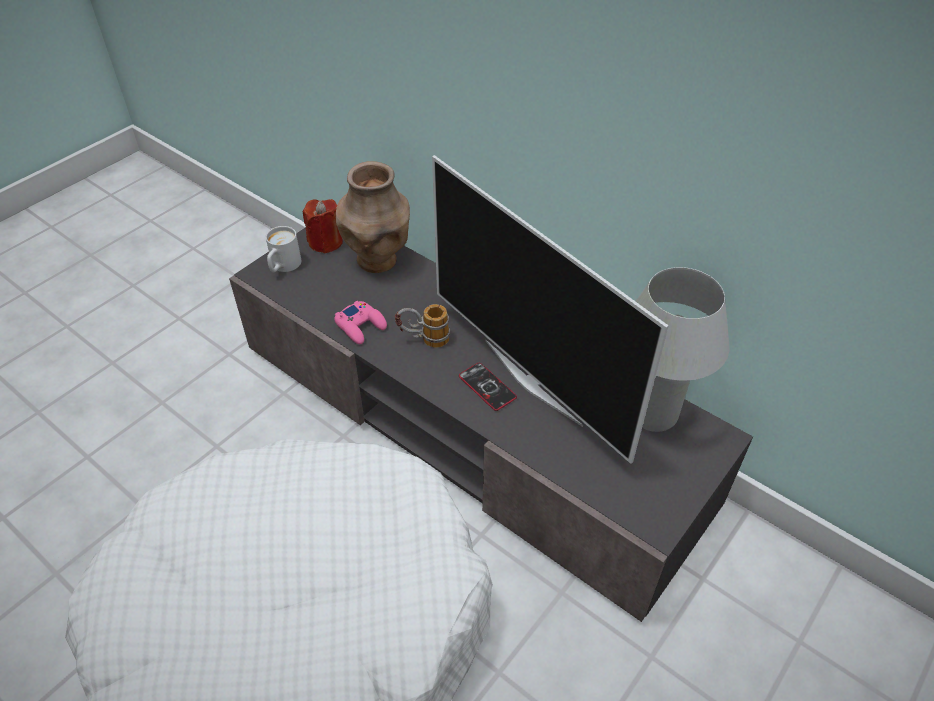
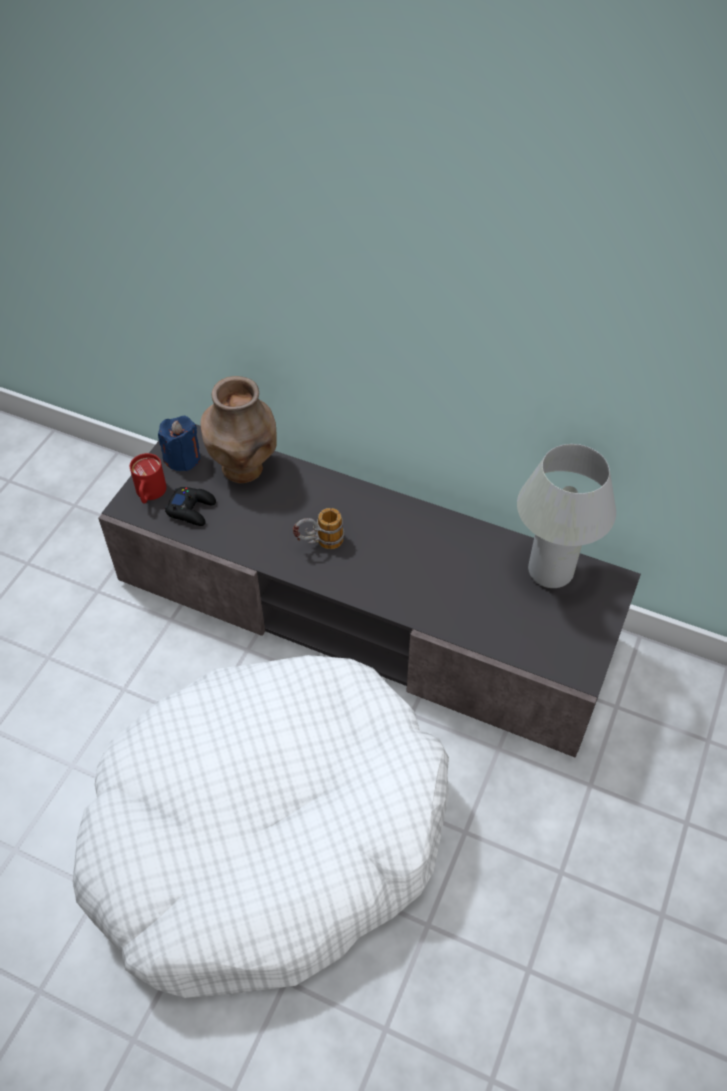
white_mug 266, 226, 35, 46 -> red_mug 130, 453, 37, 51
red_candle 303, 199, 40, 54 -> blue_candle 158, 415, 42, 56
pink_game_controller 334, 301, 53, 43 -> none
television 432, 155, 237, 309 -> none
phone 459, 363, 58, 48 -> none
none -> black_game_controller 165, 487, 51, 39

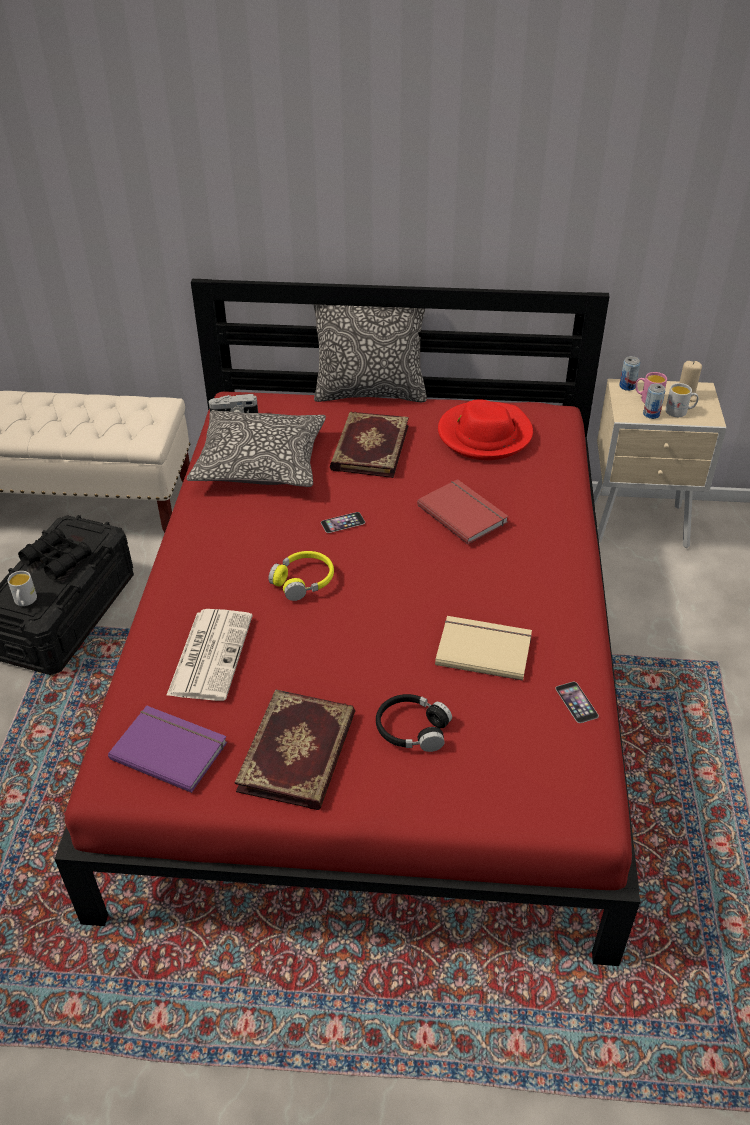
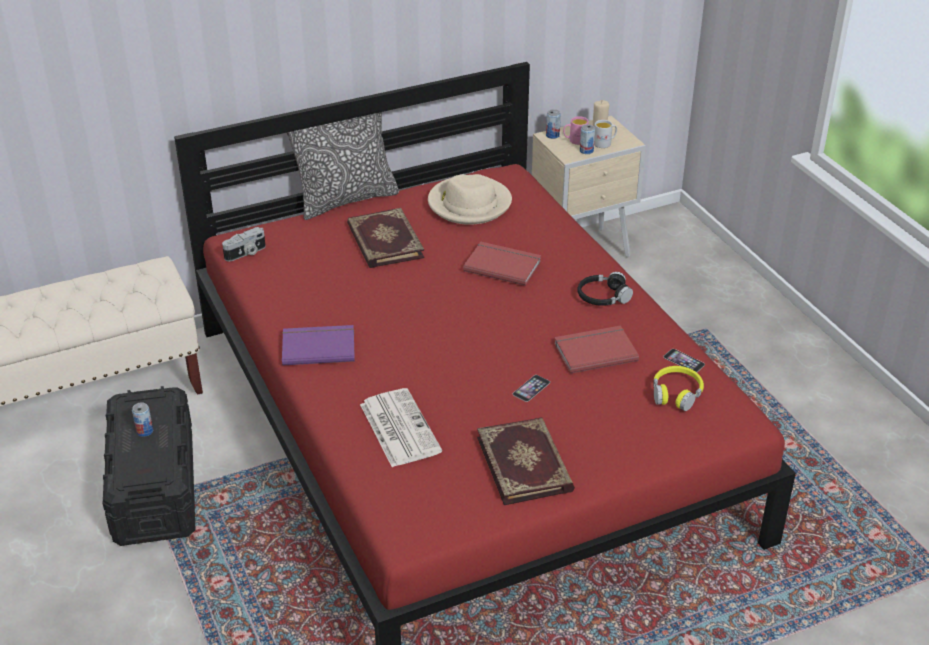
white_mug 7, 571, 30, 35 -> none
black_binoculars 18, 528, 74, 52 -> can 132, 403, 21, 34
purple_book 108, 706, 119, 87 -> purple_book 282, 325, 73, 40, moved
pillow 186, 410, 140, 77 -> none
yellow_headphones 269, 551, 65, 50 -> yellow_headphones 653, 366, 51, 45, moved
phone 321, 512, 44, 21 -> phone 513, 375, 37, 27, moved
black_headphones 376, 694, 76, 58 -> black_headphones 577, 272, 56, 34, moved
beige_book 435, 616, 97, 65 -> red_book 554, 325, 85, 48
red_hat 438, 399, 95, 61 -> beige_hat 428, 174, 84, 51

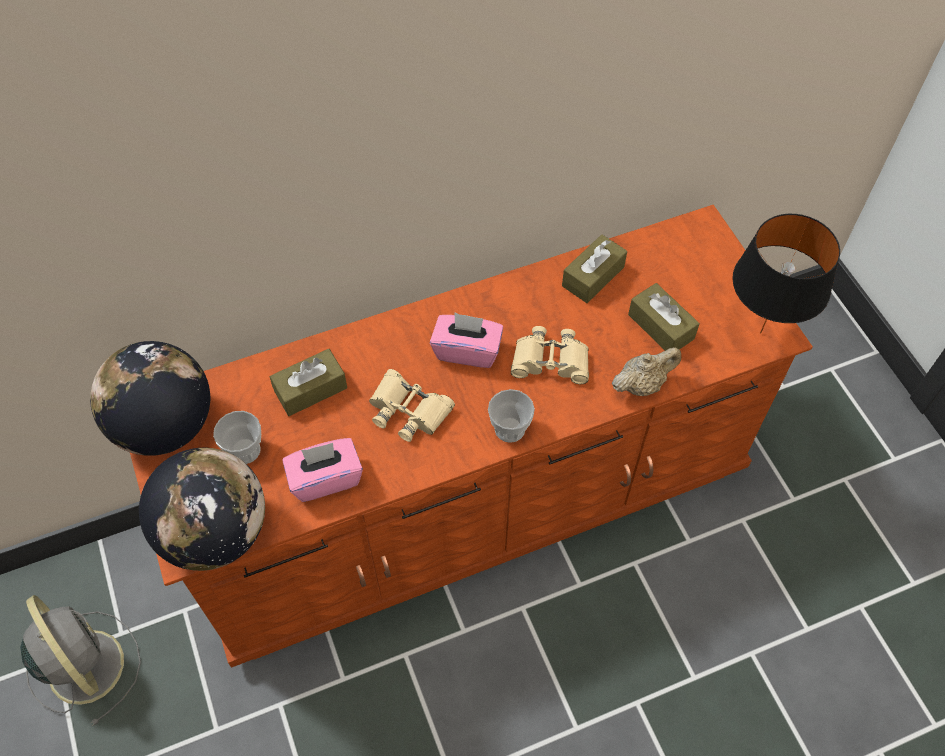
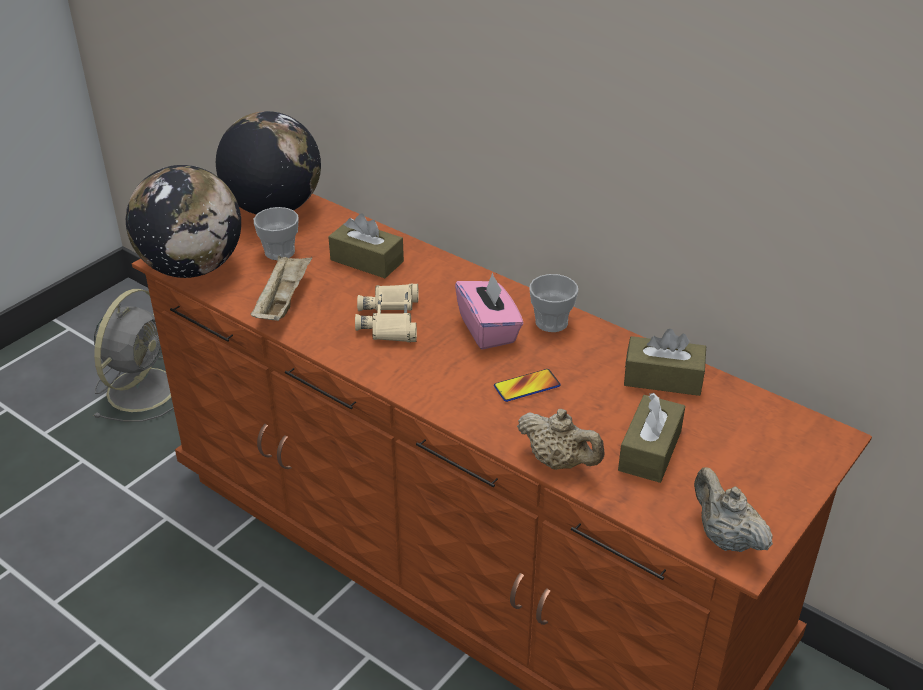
pink_tissue_box 282, 438, 81, 64 -> beige_tray 250, 255, 62, 66
cup 488, 389, 47, 54 -> cup 530, 274, 48, 58, moved
beige_binoculars 511, 326, 78, 58 -> phone 494, 369, 67, 33
black_table_lamp 732, 214, 108, 120 -> beige_teapot 694, 467, 79, 85

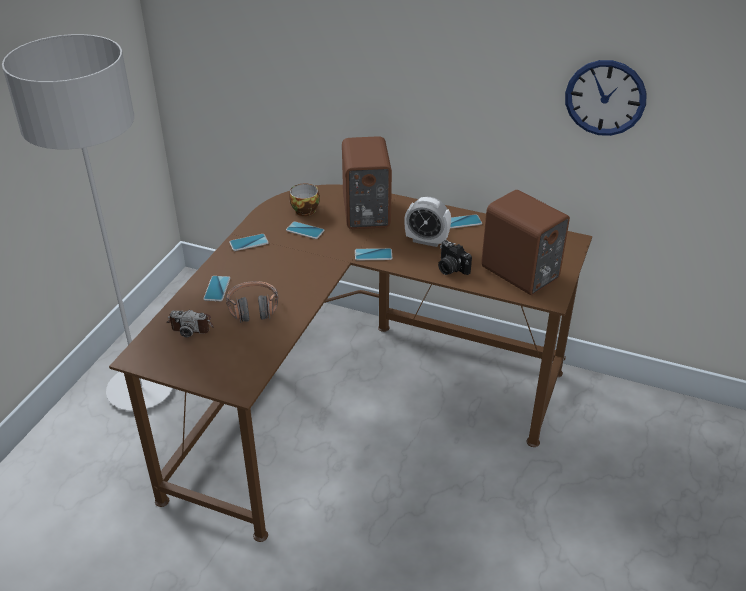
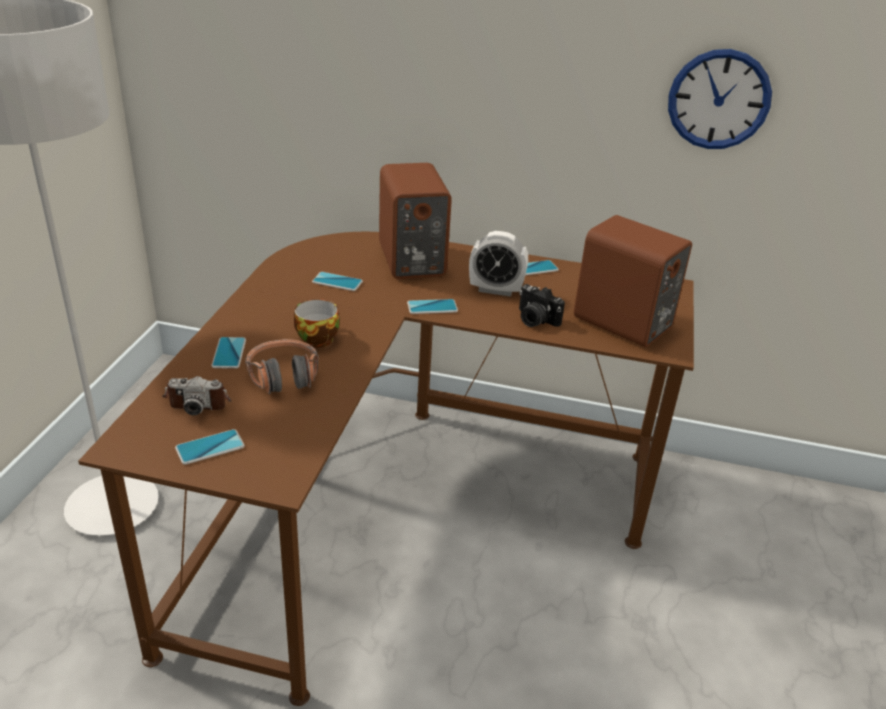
phone 229, 234, 40, 17 -> phone 175, 429, 70, 36, moved
cup 289, 184, 31, 32 -> cup 294, 299, 46, 49, moved

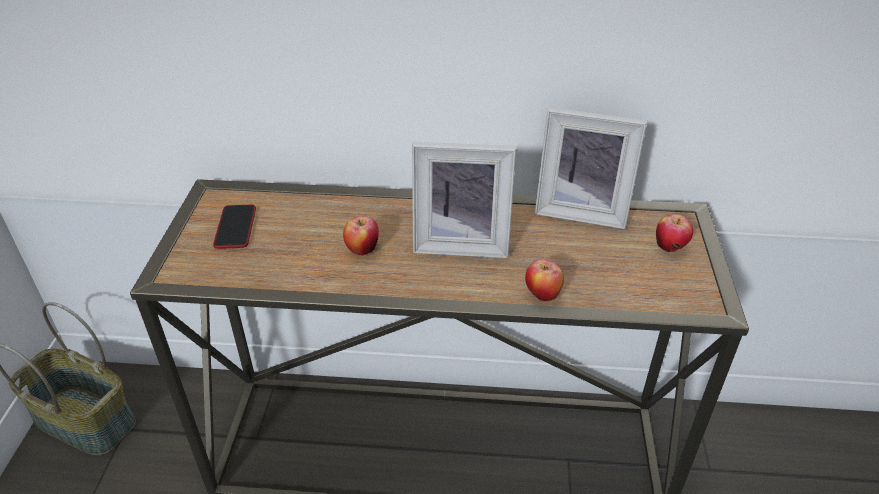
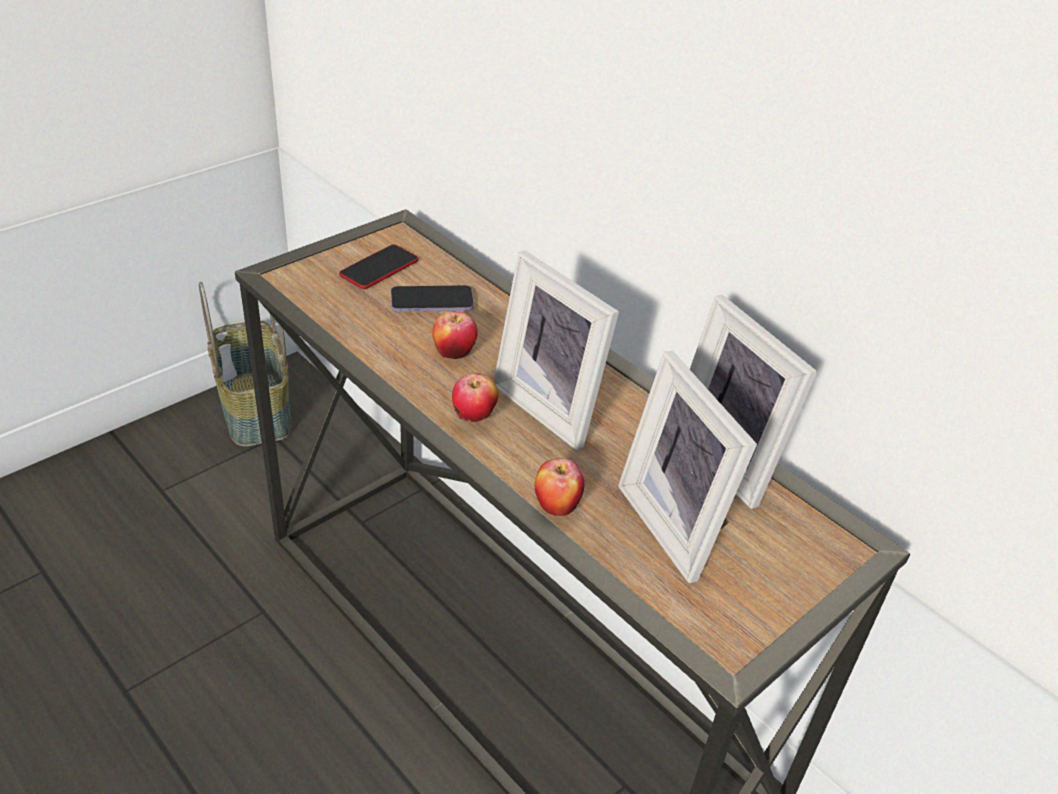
apple 656, 214, 37, 38 -> apple 452, 373, 46, 49, moved
none -> phone 391, 285, 83, 27
none -> picture_frame 618, 351, 139, 232

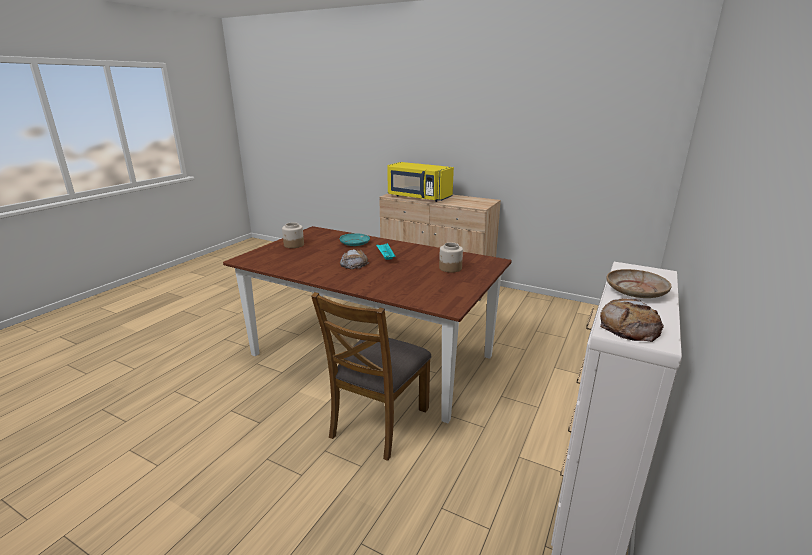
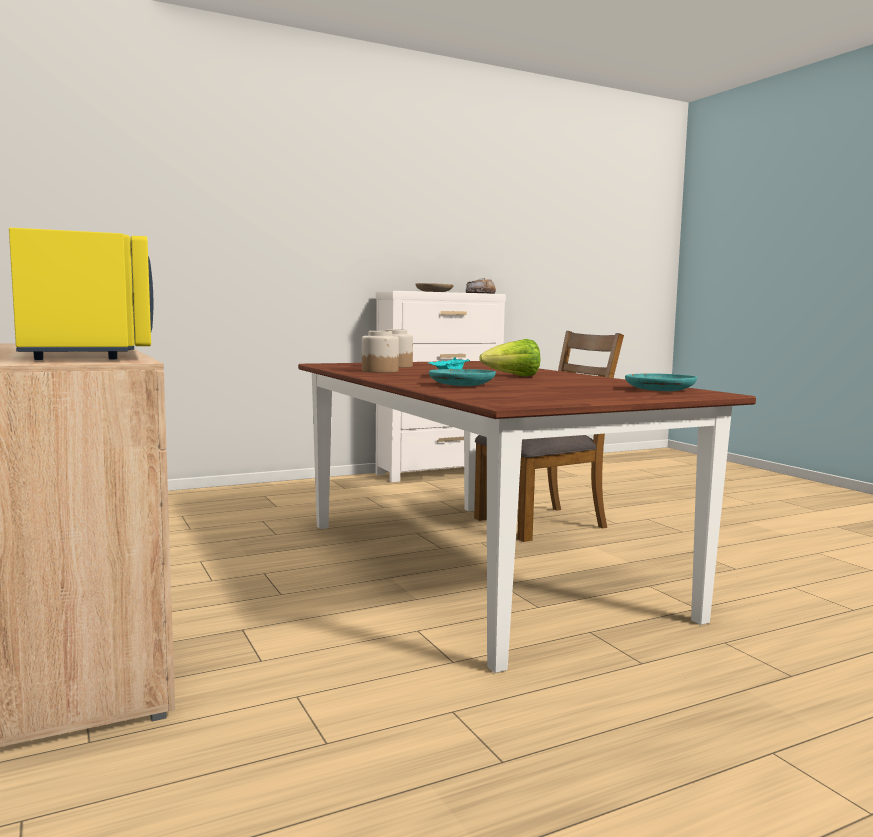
jar 282, 222, 22, 26 -> jar 362, 331, 37, 42, moved
bread 340, 249, 29, 20 -> lettuce 479, 339, 61, 38
none -> turquoise_plate 625, 373, 72, 18

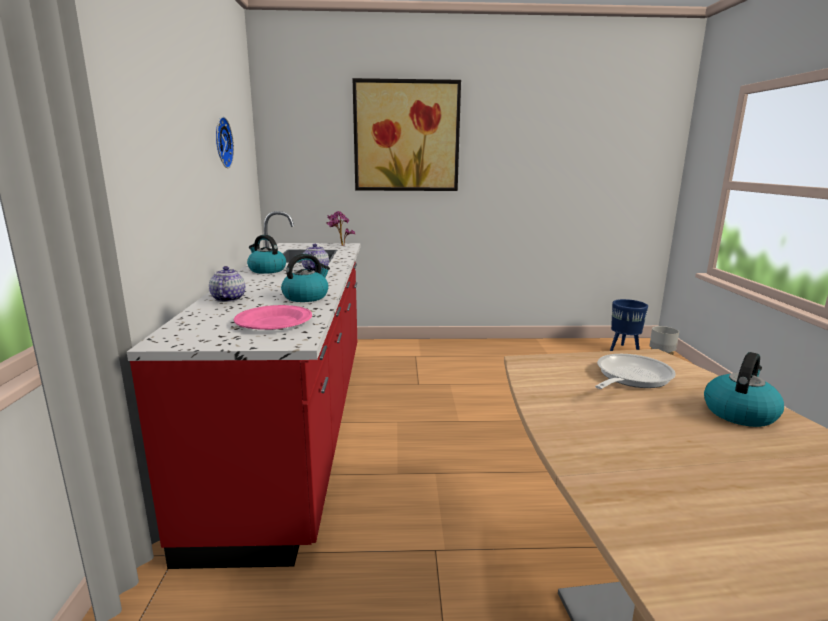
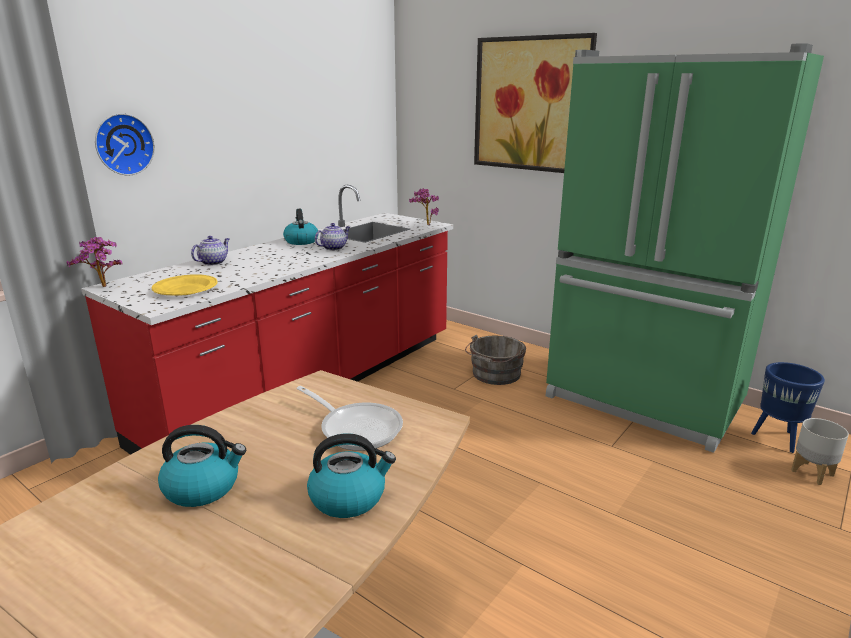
wall_clock 216, 117, 18, 51 -> wall_clock 95, 113, 60, 62, moved
pink_plate 234, 305, 78, 25 -> yellow_plate 152, 274, 66, 22
kettle 281, 254, 49, 48 -> kettle 158, 425, 88, 82, moved
frying_pan 595, 354, 81, 35 -> frying_pan 297, 386, 106, 65, 45 degrees clockwise
none -> potted_plant 67, 237, 56, 50
none -> grey_bucket 465, 334, 61, 51
none -> green_fridge 546, 43, 278, 410

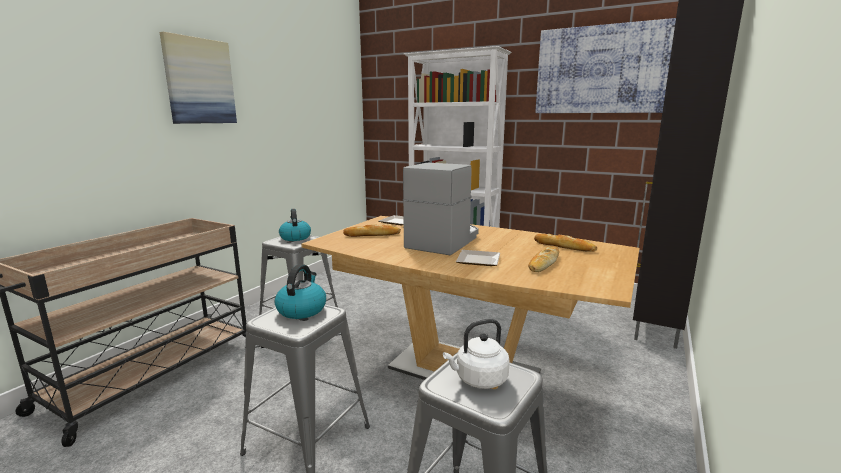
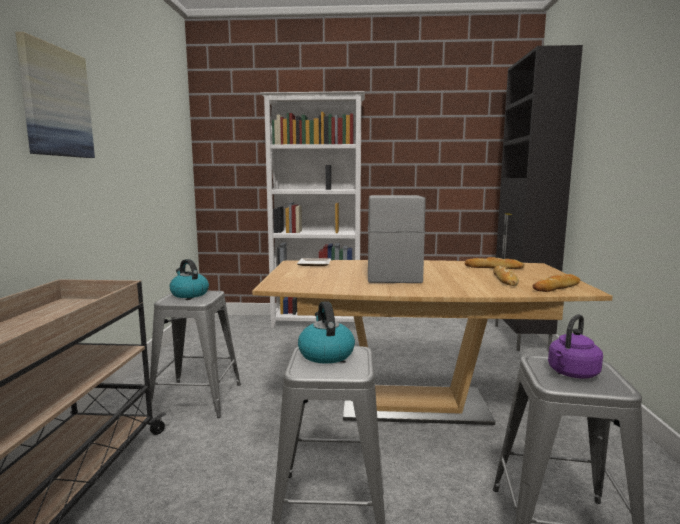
bread 343, 225, 58, 12 -> bread 533, 274, 47, 18, moved
white_kettle 443, 319, 67, 70 -> purple_kettle 548, 314, 55, 65
plate 456, 250, 44, 16 -> none
picture 535, 18, 141, 95 -> none

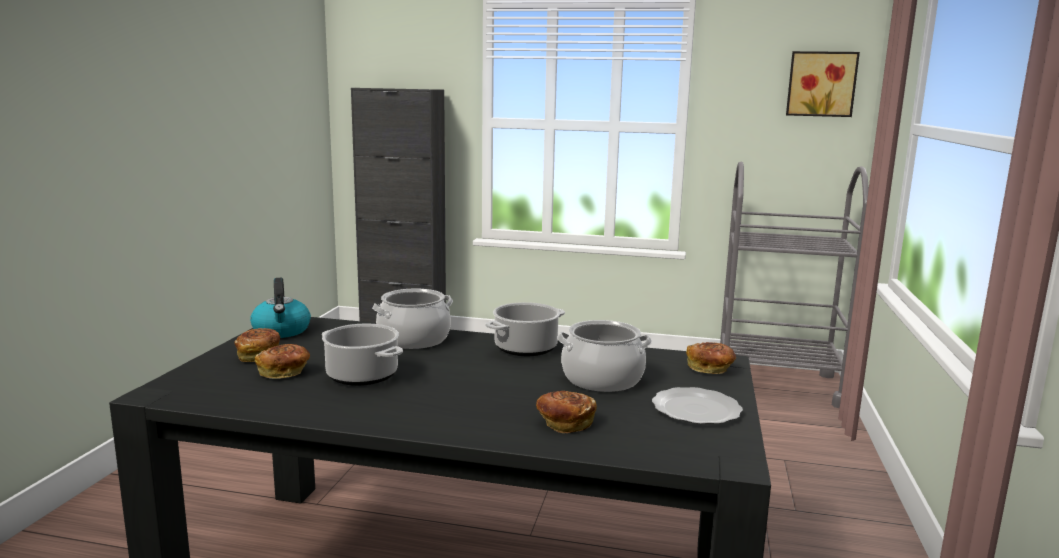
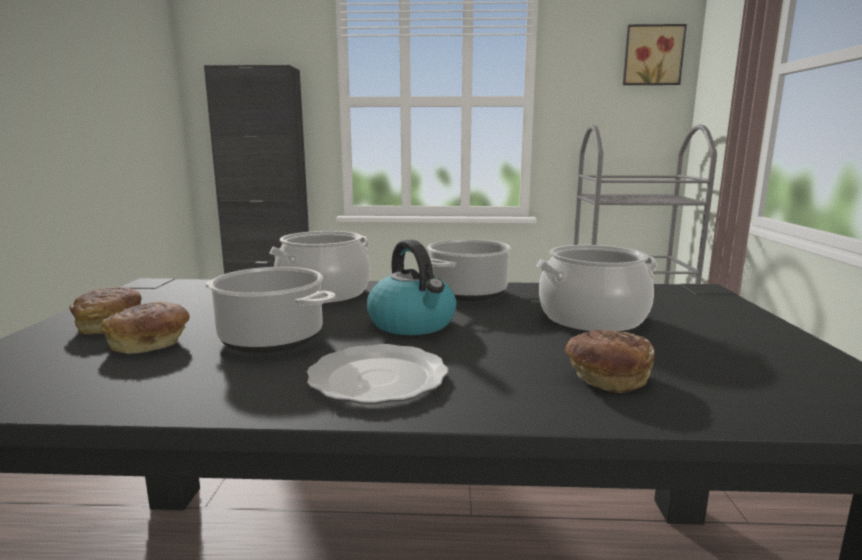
kettle 250, 278, 61, 60 -> kettle 367, 239, 89, 96, moved
plate 652, 387, 91, 37 -> plate 307, 344, 141, 60, moved
bread 686, 342, 50, 32 -> none

